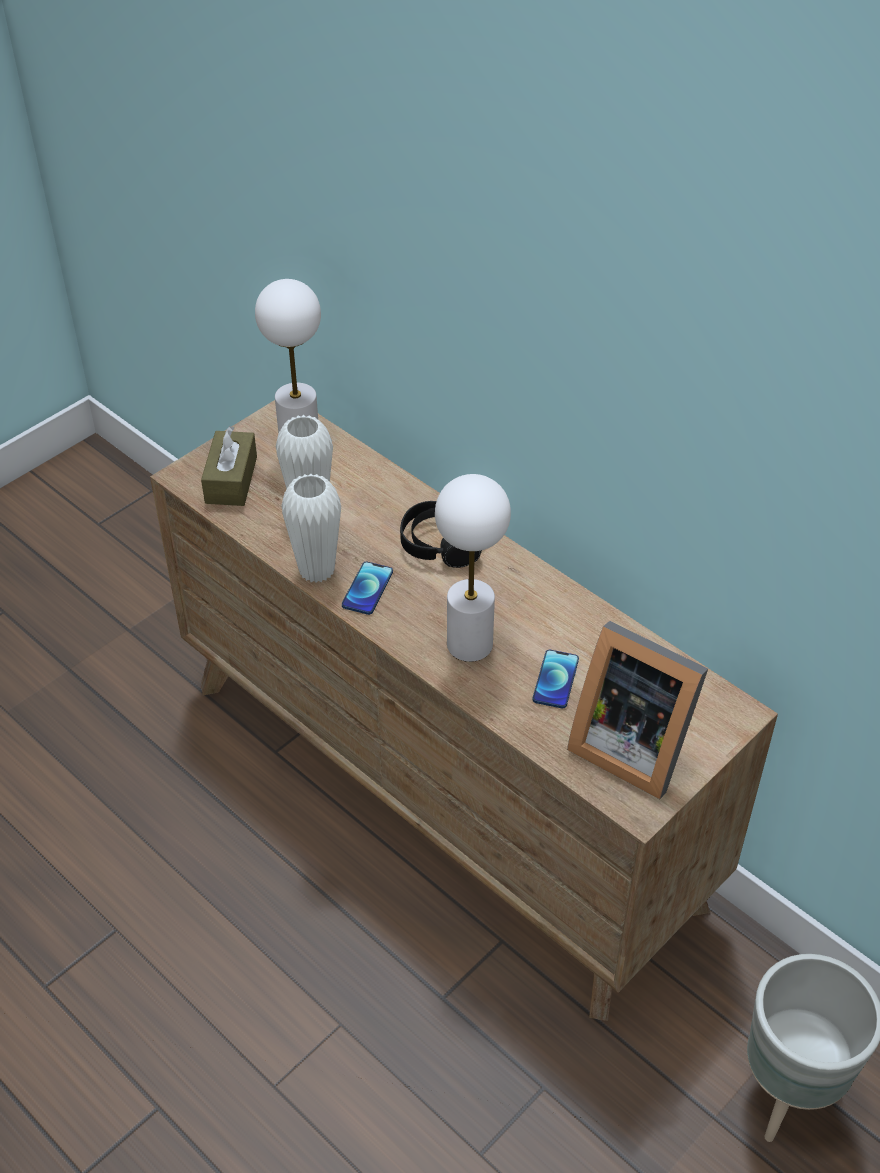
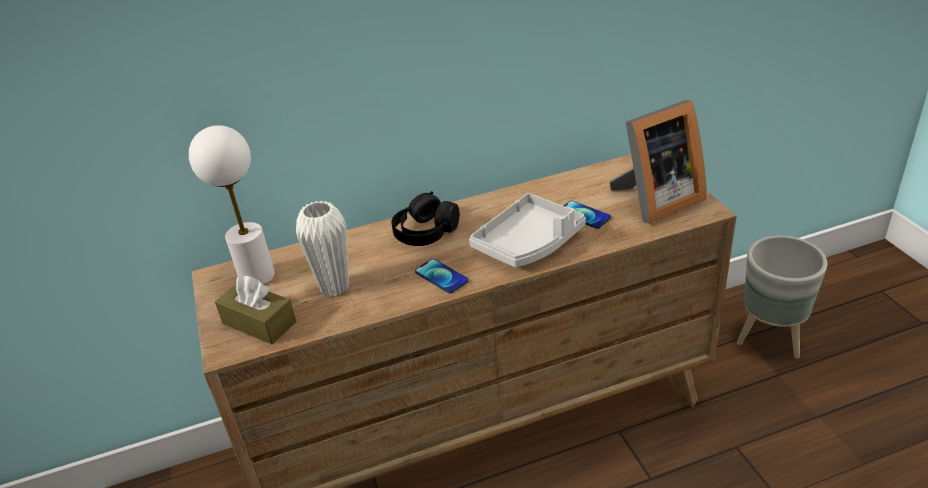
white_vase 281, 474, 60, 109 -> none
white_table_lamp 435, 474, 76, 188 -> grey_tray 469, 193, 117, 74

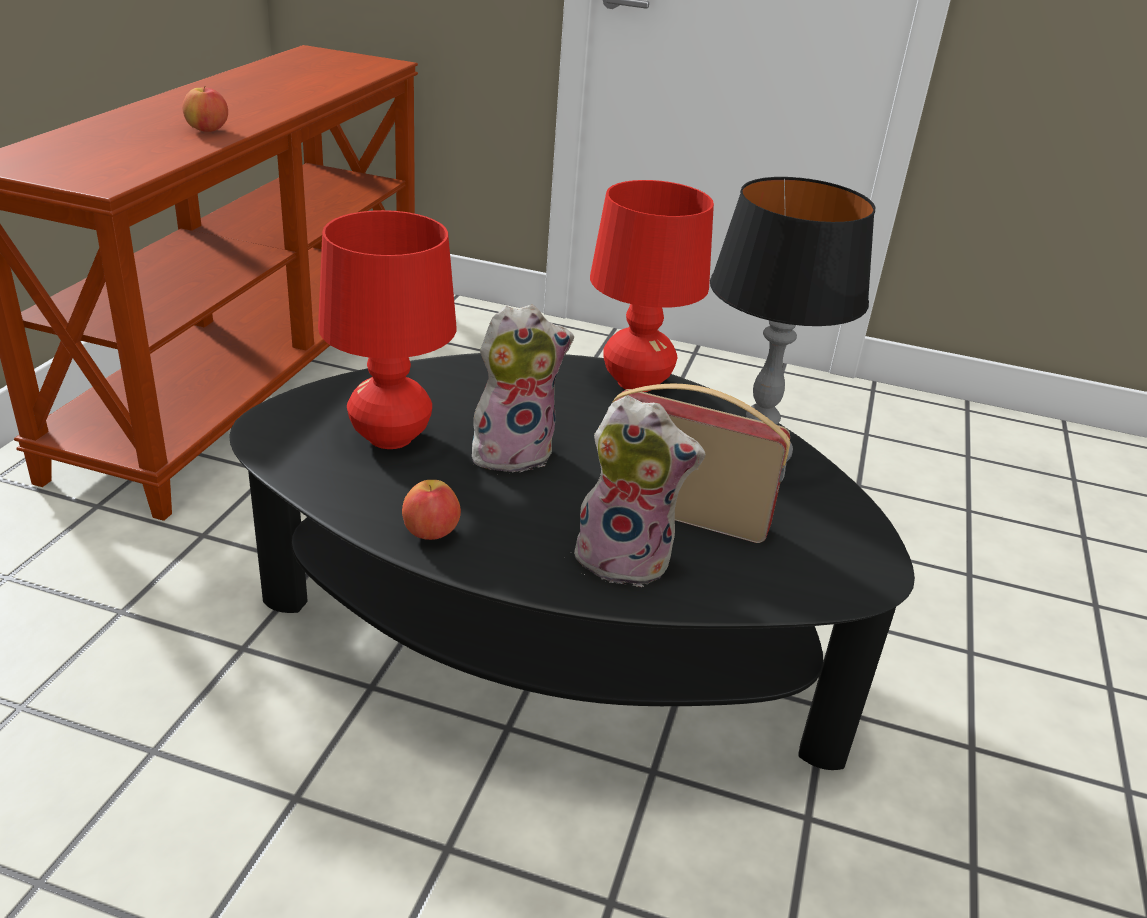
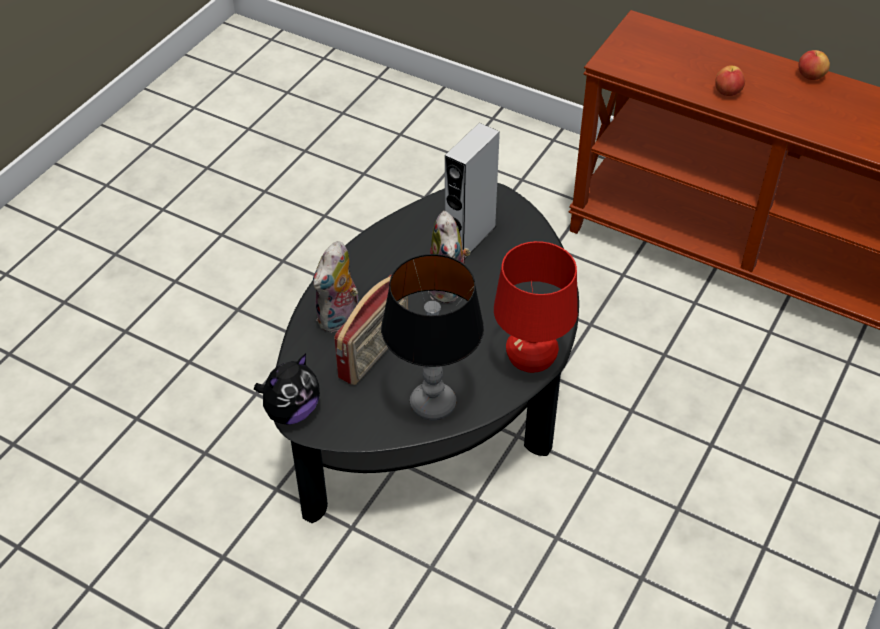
red_table_lamp 318, 210, 138, 239 -> grey_speaker 445, 123, 55, 136
apple 402, 480, 59, 60 -> apple 799, 50, 31, 30, moved
none -> plush_toy 254, 354, 66, 71

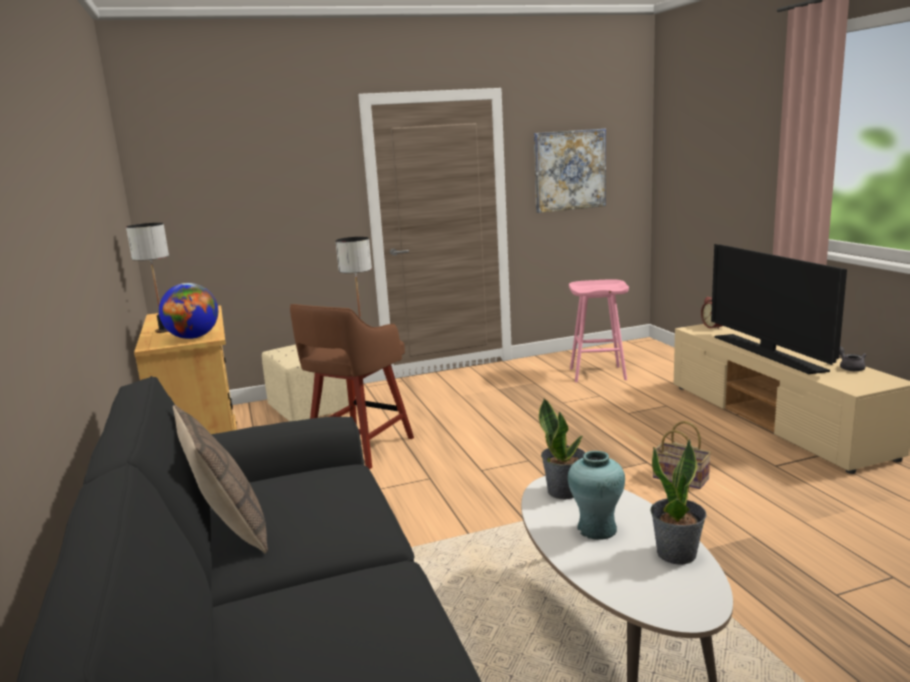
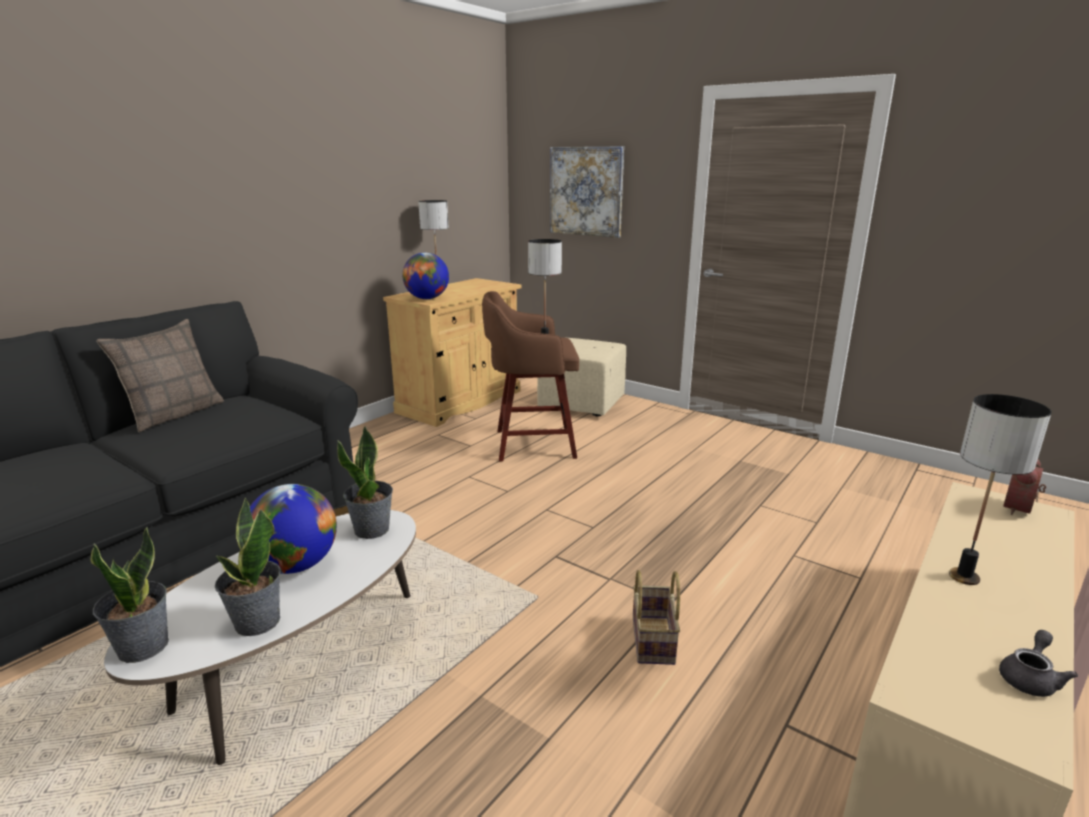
picture 534, 129, 72, 84 -> picture 550, 146, 74, 92, moved
turquoise_vase 568, 451, 57, 89 -> globe 250, 484, 87, 90
pink_stool 569, 279, 60, 103 -> none
television 711, 244, 136, 130 -> table_lamp 949, 394, 103, 191
none -> potted_plant 90, 527, 79, 136

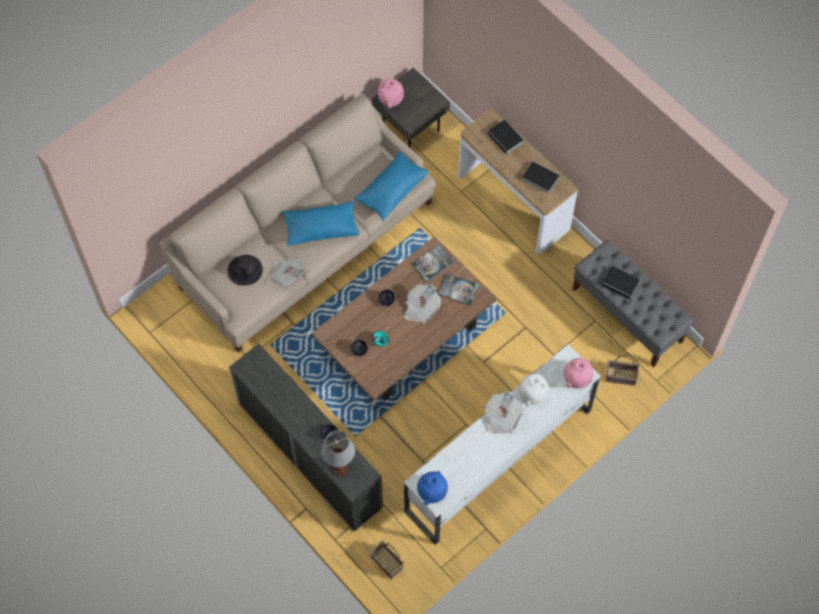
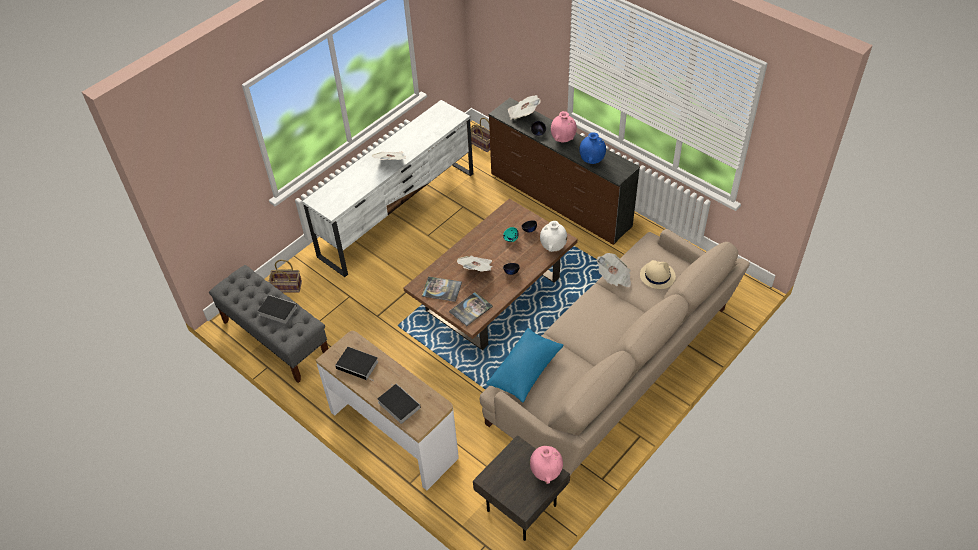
black_hat 228, 255, 35, 30 -> beige_hat 640, 260, 36, 29
blue_pillow 282, 201, 78, 45 -> none
table_lamp 321, 431, 34, 45 -> newspaper 508, 95, 33, 25
blue_vase 417, 471, 31, 34 -> blue_vase 579, 132, 27, 32, moved
white_vase 519, 374, 30, 32 -> white_vase 540, 221, 27, 31, moved
pink_vase 564, 358, 30, 31 -> pink_vase 551, 111, 26, 31, moved

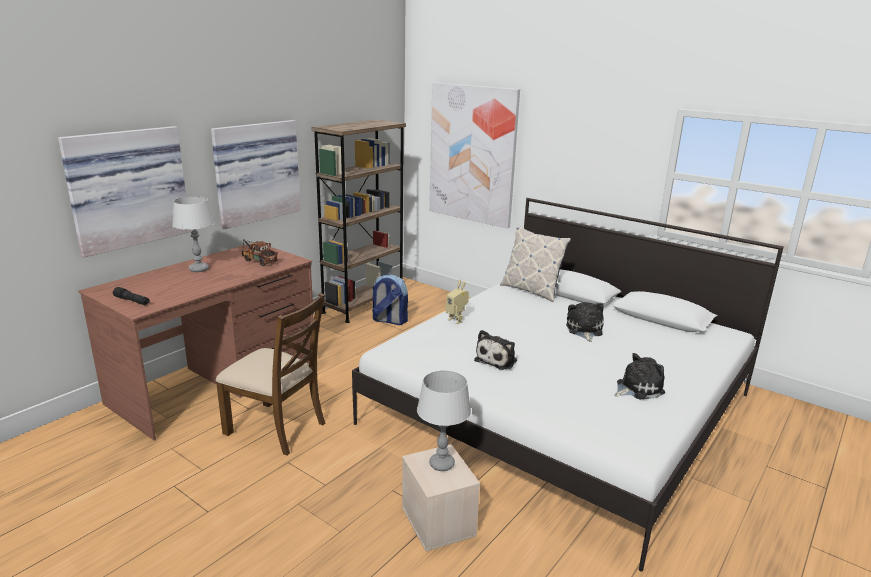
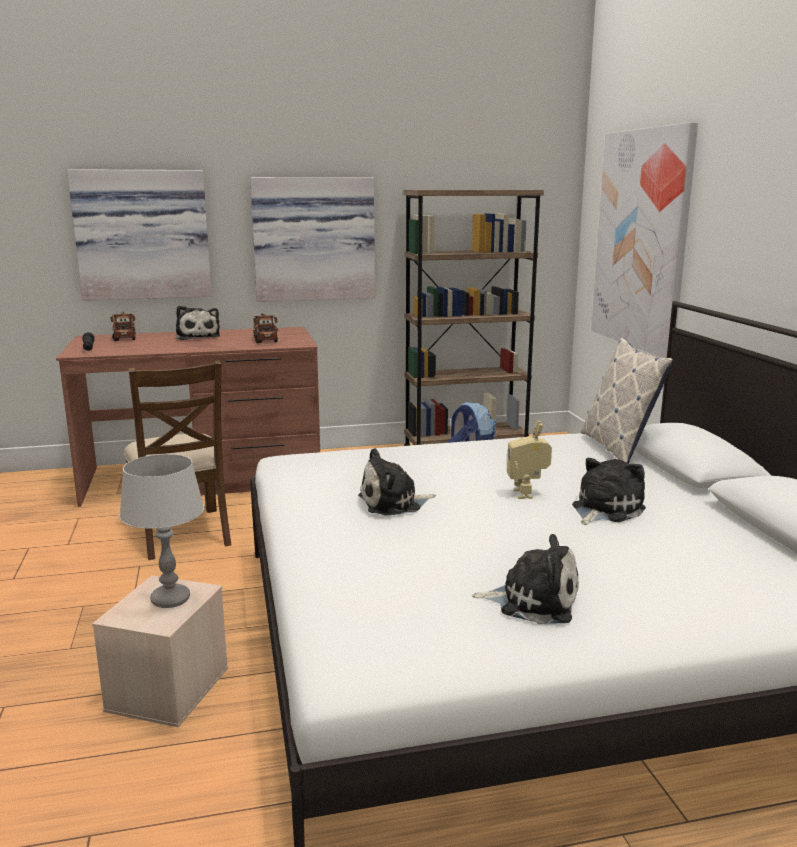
grey_table_lamp 172, 196, 43, 76 -> plush_toy 176, 306, 44, 34
toy_robot 446, 280, 23, 44 -> toy_robot 507, 420, 45, 79, moved
none -> toy_truck 110, 312, 26, 29

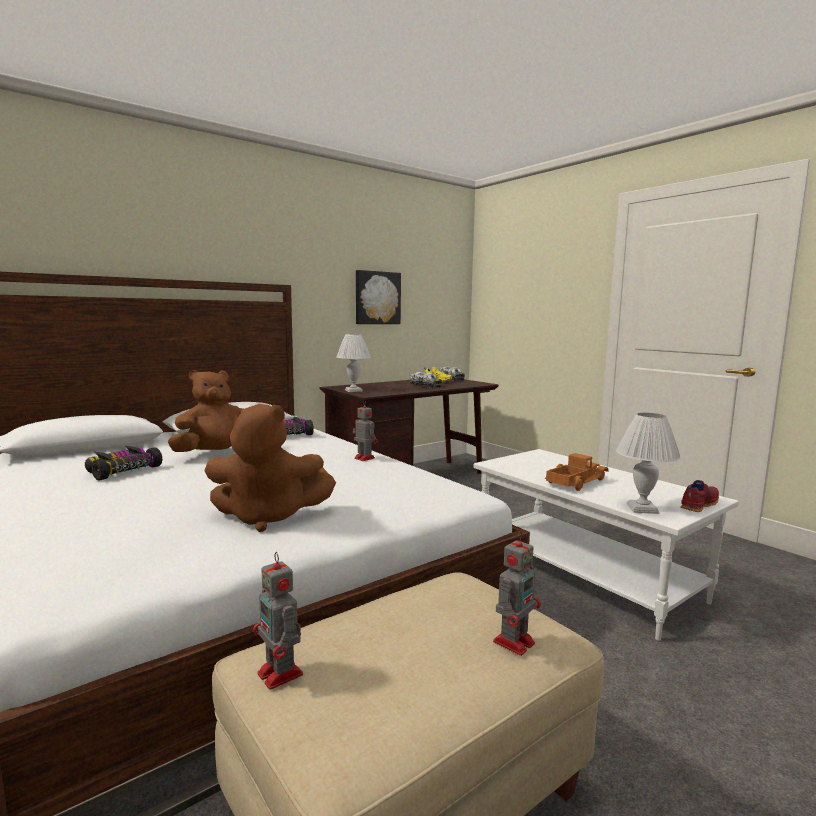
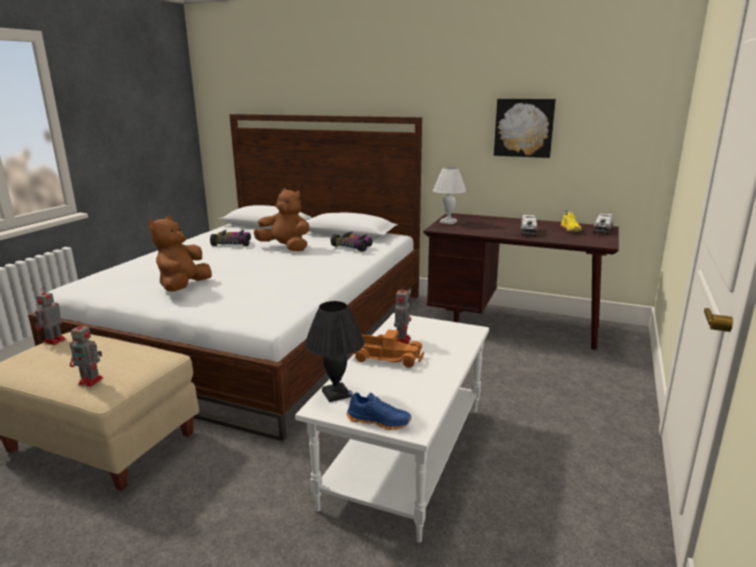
brown_plush_toy 204, 404, 132, 128 -> brown_plush_toy 148, 216, 64, 76, 45 degrees clockwise
toy_robot 353, 400, 25, 61 -> toy_robot 394, 285, 17, 59, moved
white_table_lamp 616, 413, 65, 101 -> black_table_lamp 305, 301, 59, 101
red_shoe 680, 480, 39, 32 -> blue_shoe 347, 390, 64, 40

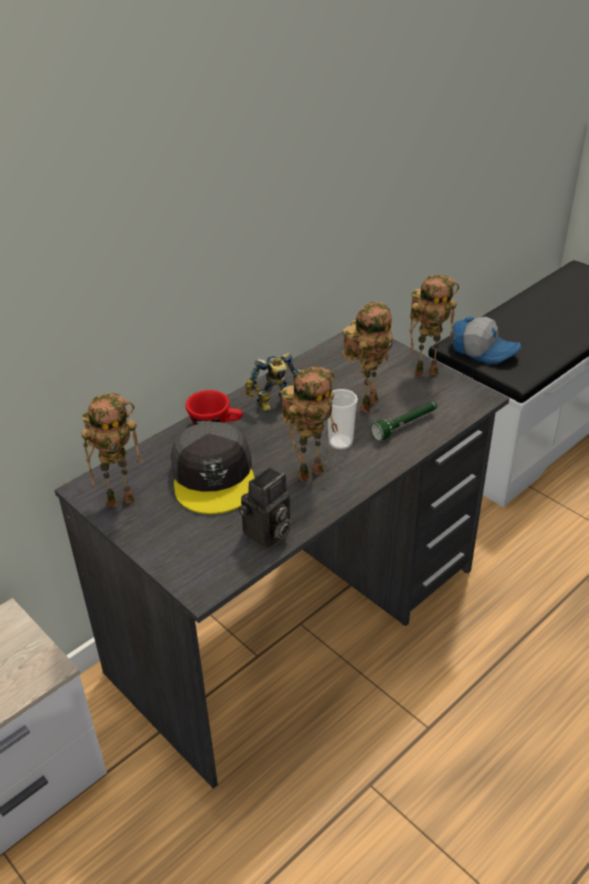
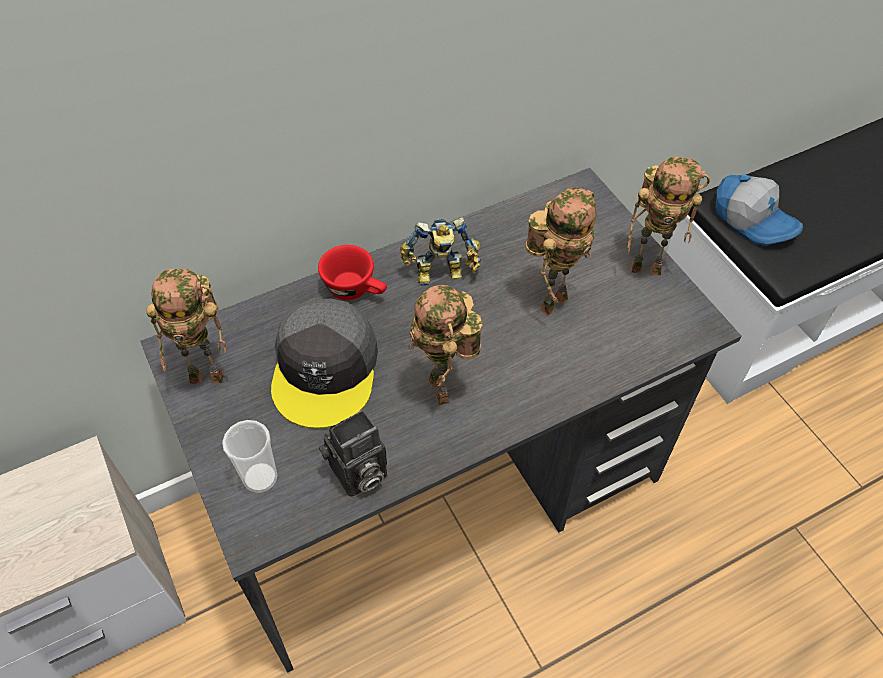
toy_robot 281, 366, 57, 116 -> toy_robot 408, 285, 75, 121, 90 degrees clockwise
cup 327, 389, 31, 61 -> cup 222, 420, 55, 73, moved
green_flashlight 370, 402, 67, 39 -> none

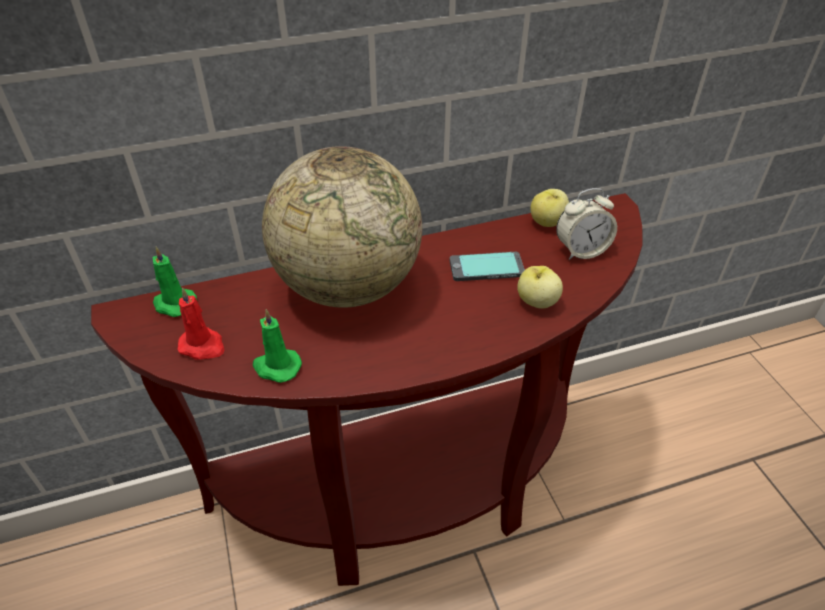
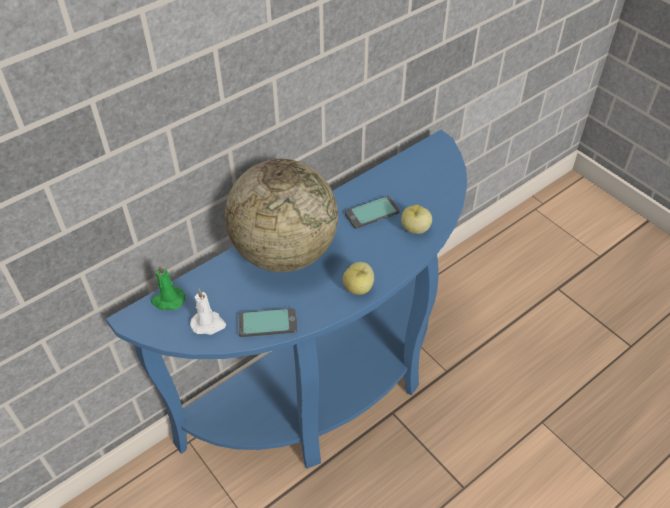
brown_console_table 91, 193, 552, 393 -> blue_console_table 106, 130, 361, 339
red_candle 177, 287, 48, 73 -> white_candle 190, 289, 36, 46
green_candle 253, 309, 49, 74 -> phone 238, 308, 59, 29
apple 530, 189, 39, 38 -> apple 343, 262, 31, 33, moved
alarm_clock 556, 188, 61, 72 -> none

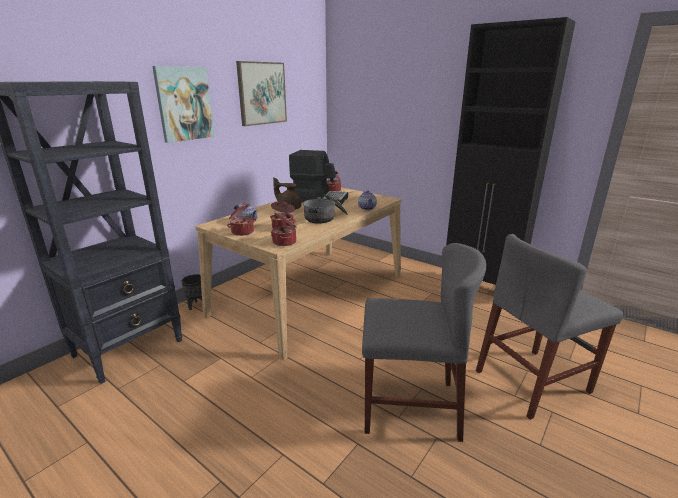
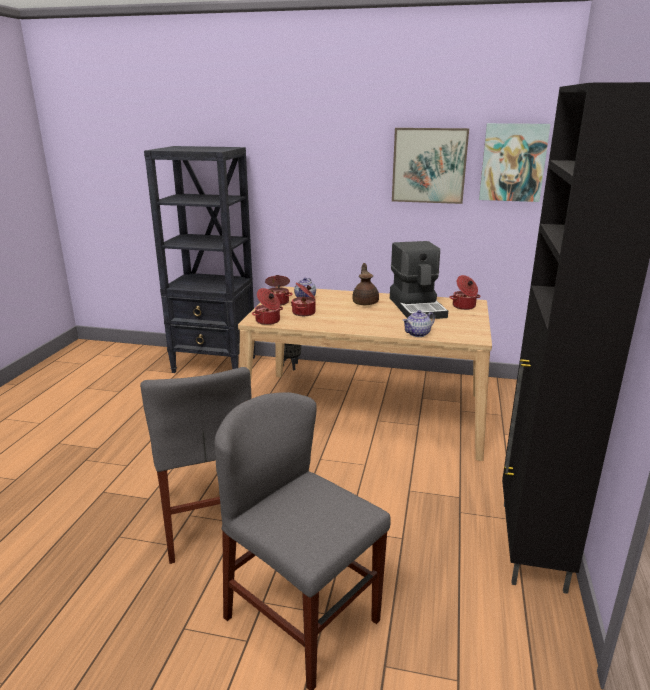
picture 152, 66, 62, 77 -> picture 479, 123, 72, 79, moved
cooking_pot 303, 195, 45, 29 -> none

